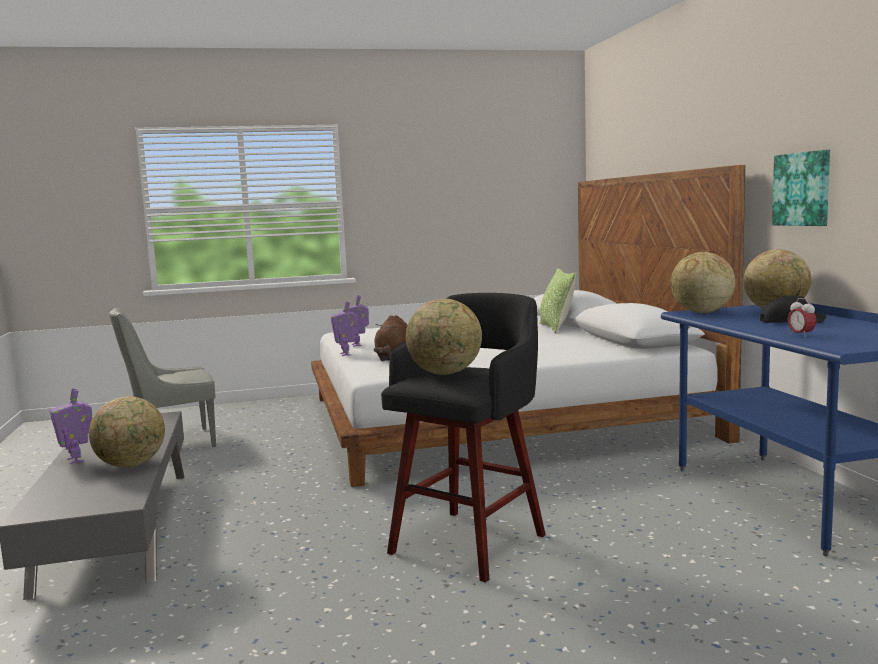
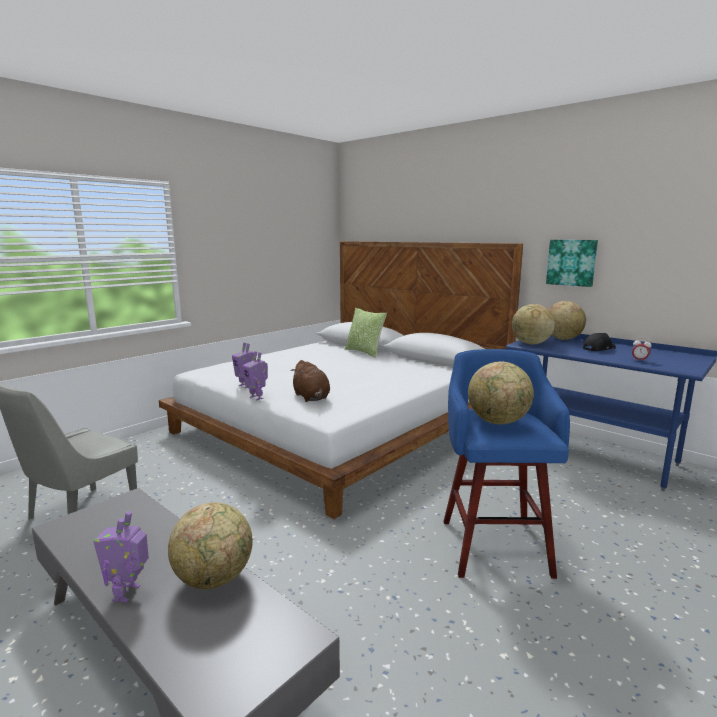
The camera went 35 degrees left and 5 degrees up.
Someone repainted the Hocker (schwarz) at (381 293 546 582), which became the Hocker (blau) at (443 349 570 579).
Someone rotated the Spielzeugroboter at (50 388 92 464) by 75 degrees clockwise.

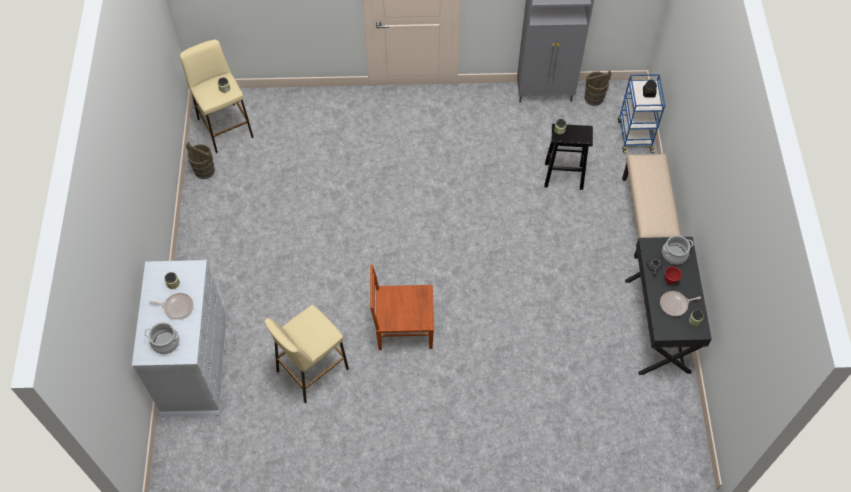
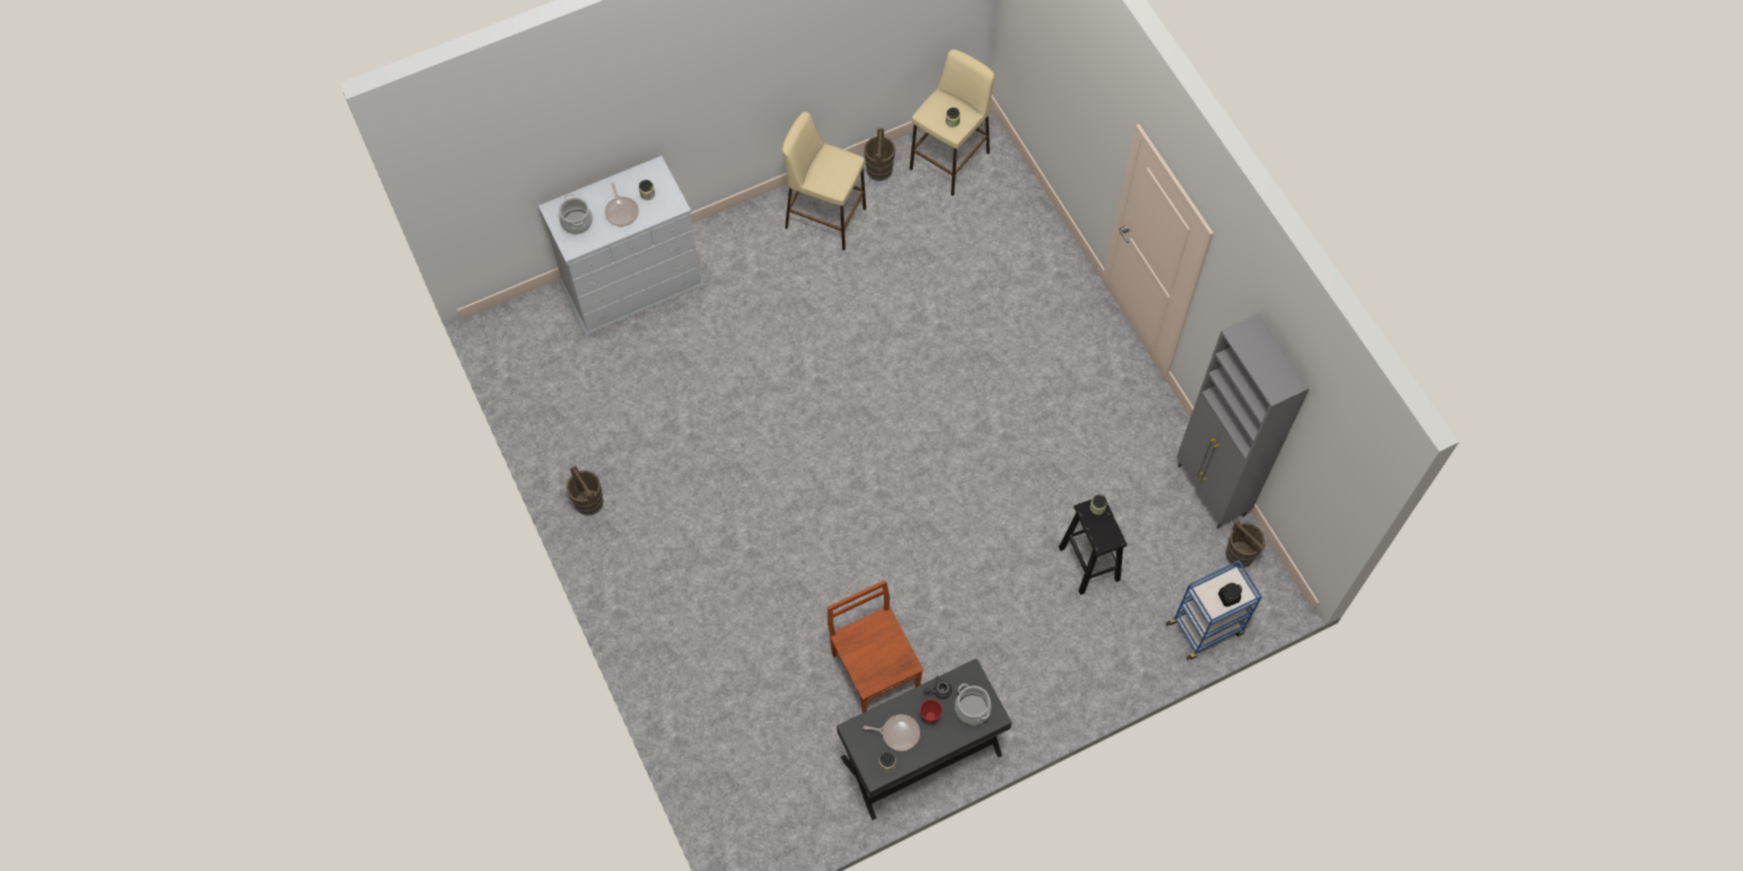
The camera went 65 degrees right and 5 degrees up.
Someone took away the Bank (beige) at (622 154 681 259).
Someone put down the Eimer (braun) at (566 465 603 516).
Someone carried the Hocker (beige) from (265 305 349 403) to (782 112 866 251).
Someone carried the Stuhl (braun) from (370 264 434 350) to (827 580 924 713).
Someone rotated the Pfanne at (660 291 701 316) by 135 degrees clockwise.

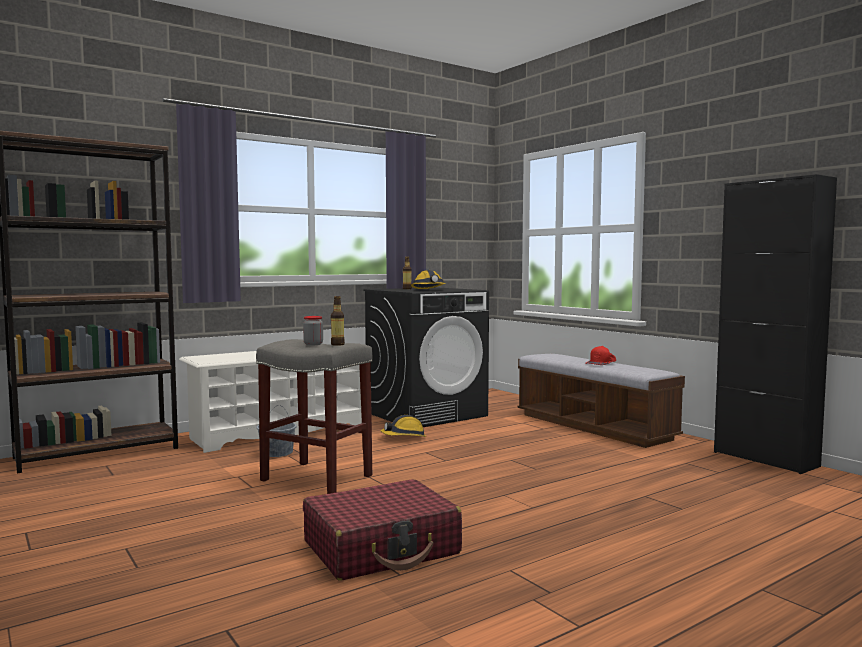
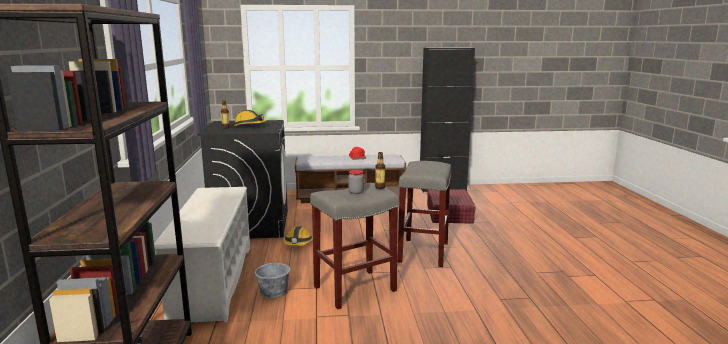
The camera went 60 degrees left and 10 degrees up.
Someone put down the Hocker (grau) at (397 161 452 267).
Someone carried the Koffer (rot) from (303 479 462 581) to (427 189 476 224).

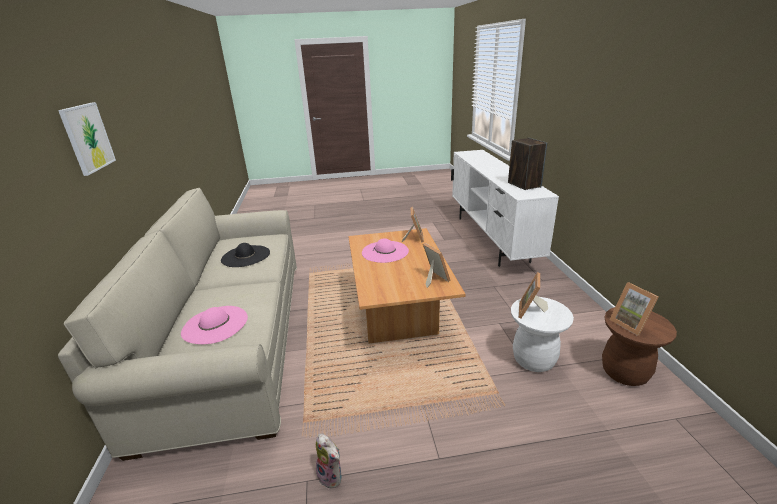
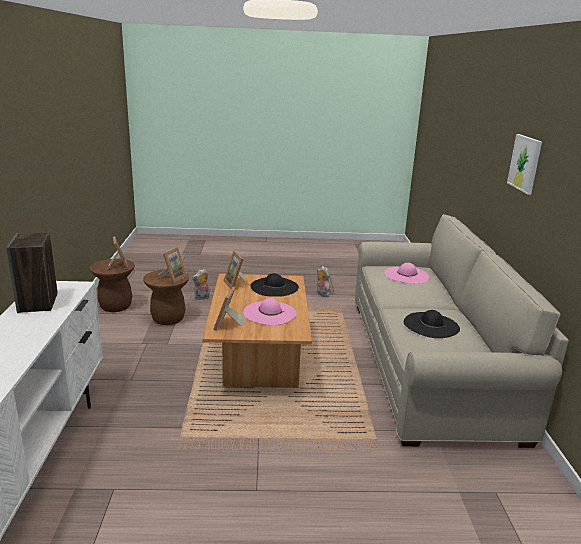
The camera went 175 degrees left and 5 degrees down.
Someone put down the Plüschtier at (192 269 210 300).
Someone put down the Hut (schwarz) at (251 273 299 297).
Someone repainted the Hocker (weiß) at (511 297 574 372), which became the Hocker (braun) at (143 269 189 325).

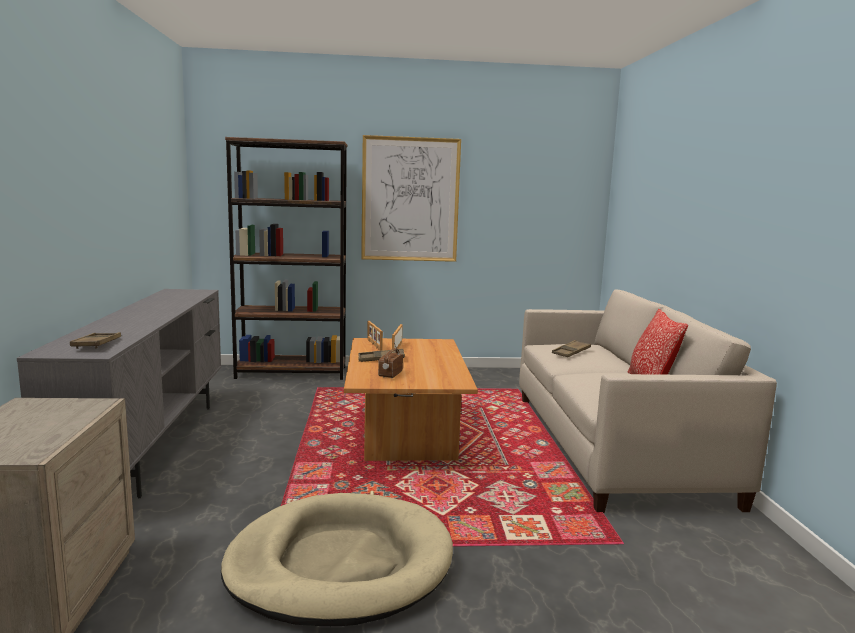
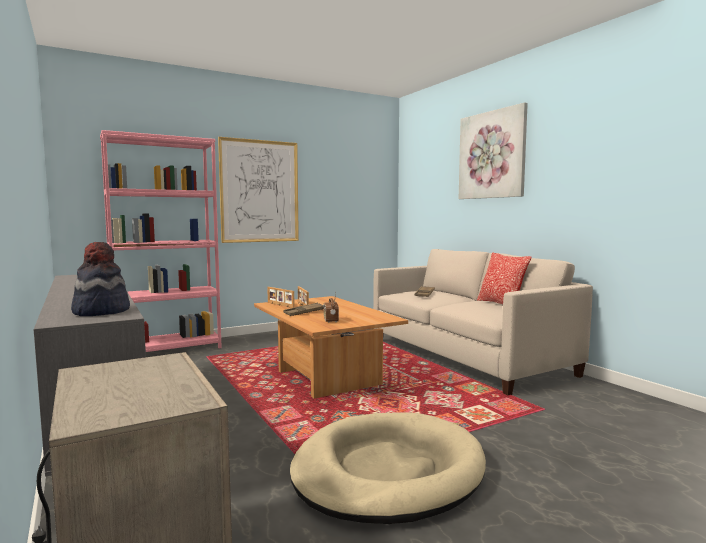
The camera went 25 degrees left and 5 degrees down.
Someone put up the Bild at (459 102 528 199).
Someone swapped the Tablett (braun) at (70 332 121 349) for the Hut at (71 242 130 316).
Someone repainted the Bücherregal (braun) at (225 137 347 380), which became the Bücherregal (rosa) at (100 130 222 352).

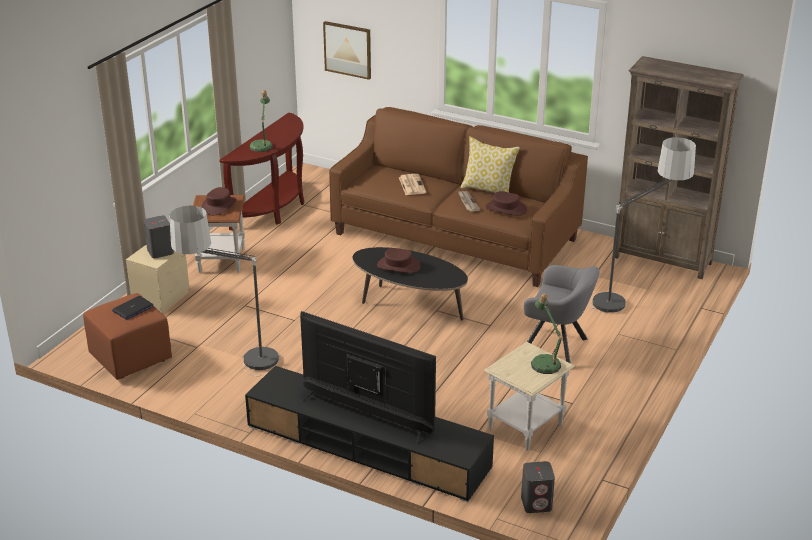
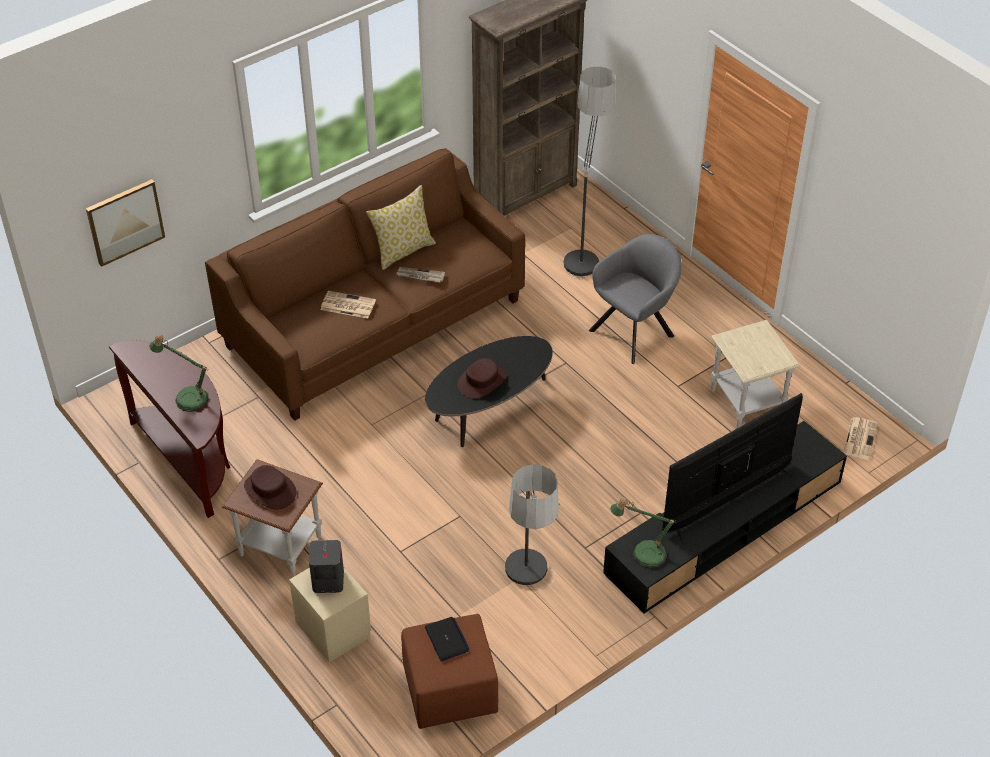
The camera went 65 degrees left and 15 degrees up.
Someone took away the Hut (braun) at (486 191 527 216).
Someone carried the Tischlampe from (531 293 562 374) to (610 497 677 568).
Someone swapped the Lautsprecher (grau) at (521 461 555 513) for the Zeitung at (843 417 878 460).

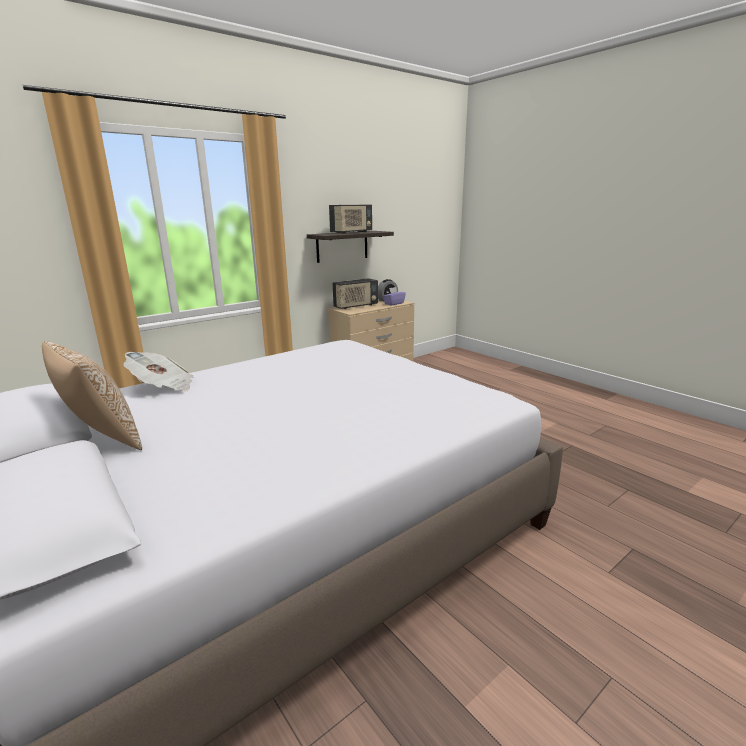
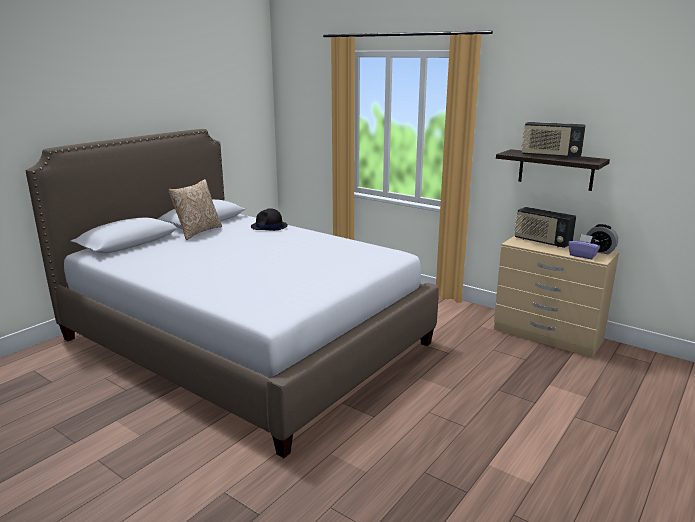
The camera went 75 degrees right and 0 degrees up.
Someone swapped the Zeitung at (123 352 193 391) for the Hut (schwarz) at (251 208 288 231).

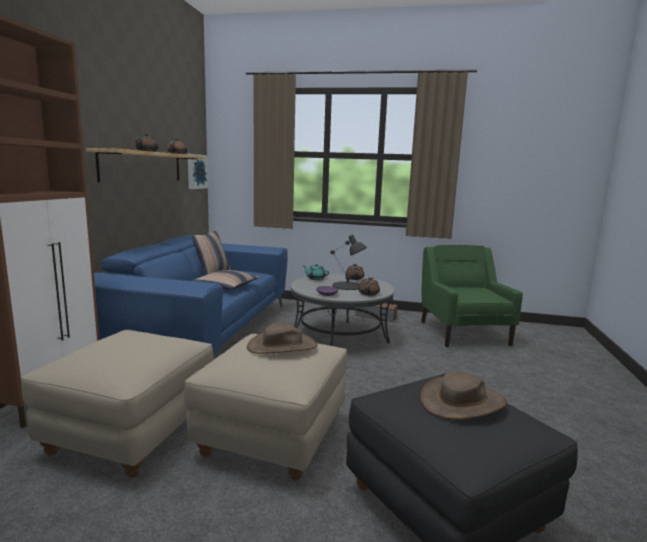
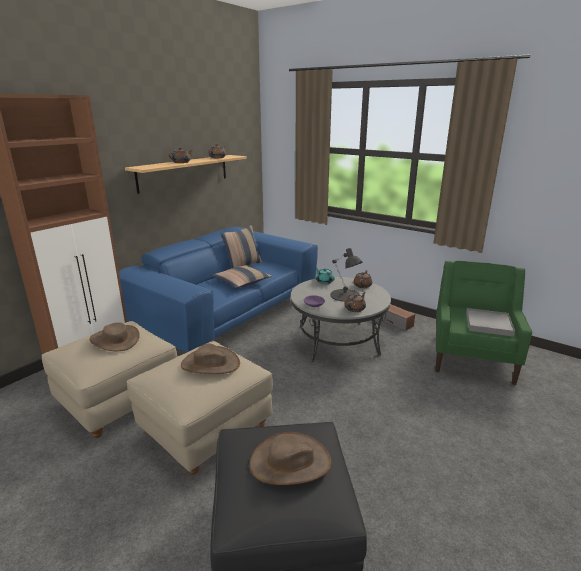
The camera went 25 degrees right and 10 degrees up.
Someone took away the Bild at (188 154 208 189).
Someone put down the Hut (braun) at (90 322 140 351).
Someone put down the Tablett (grau) at (466 308 515 337).

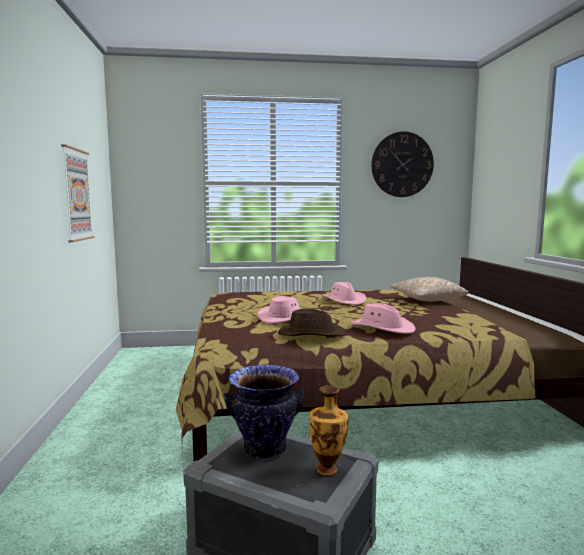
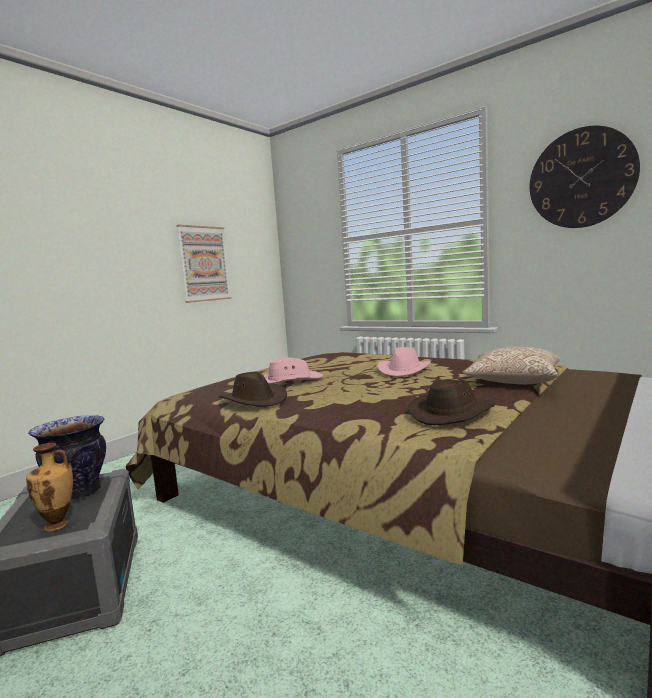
The camera went 45 degrees right and 0 degrees up.
Someone took away the Hut (rosa) at (351 303 416 333).
Someone put down the Hut (braun) at (408 379 495 425).

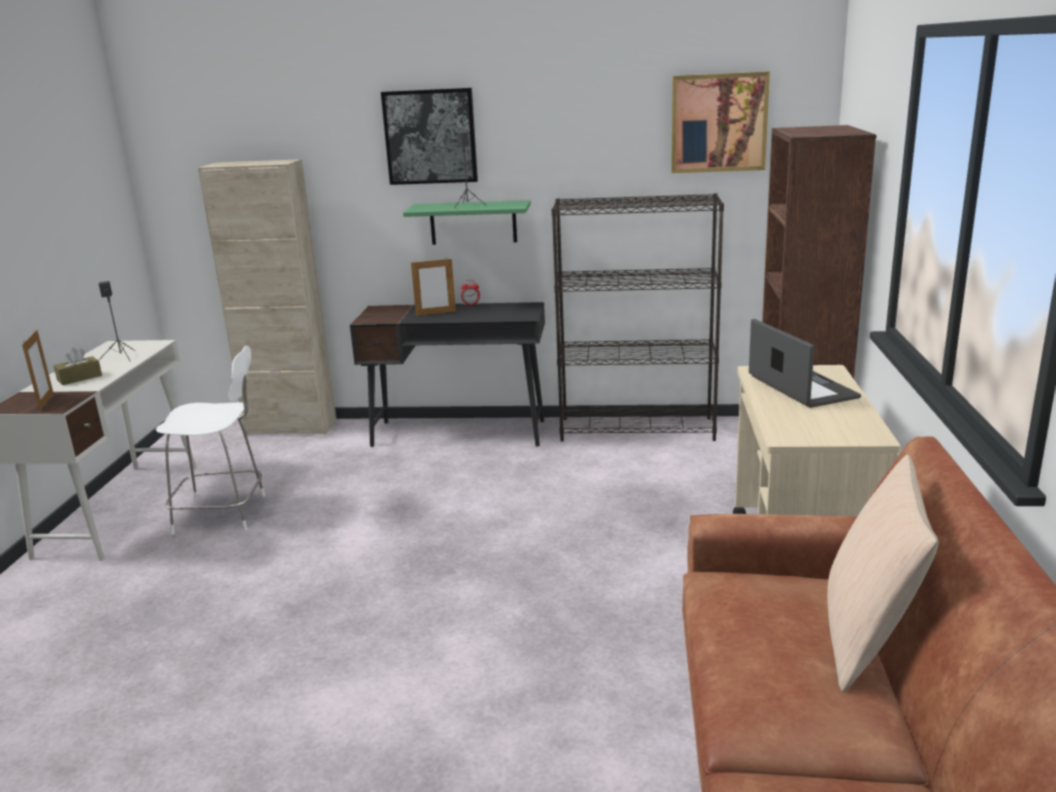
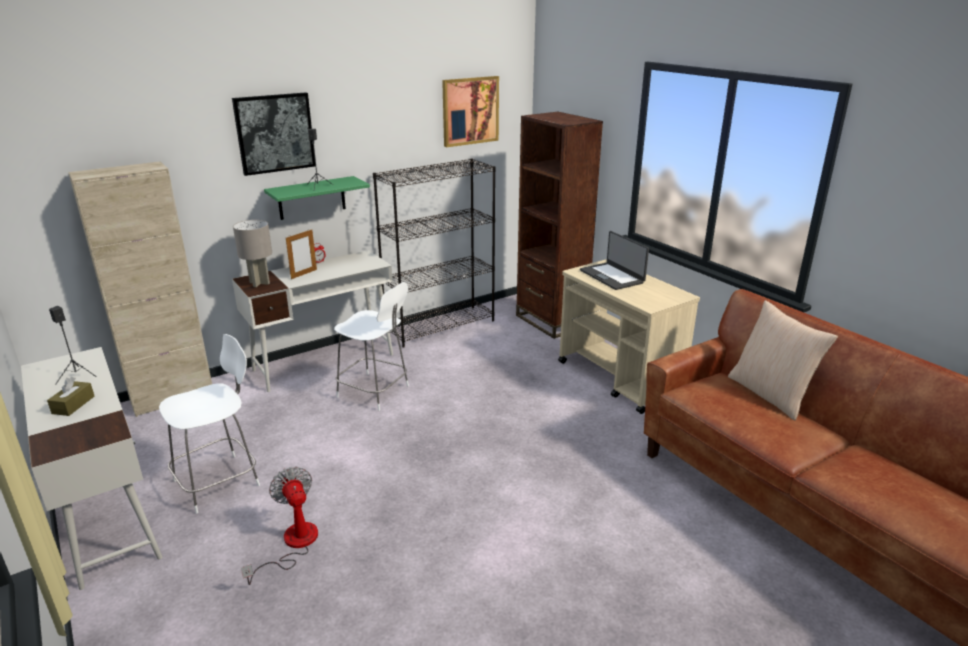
The camera went 40 degrees left and 5 degrees up.
Someone took away the Bilderrahmen at (22 330 53 411).
Someone put down the Tischlampe (grau) at (233 220 272 287).
Someone put down the Ventilator at (241 467 318 585).
Someone put down the Stuhl (weiß) at (334 282 409 411).
Someone repainted the Schreibtisch (schwarz) at (350 302 545 447), which became the Schreibtisch (weiß) at (232 250 393 392).
Someone rotated the Laptop at (749 319 861 408) by 150 degrees counterclockwise.

